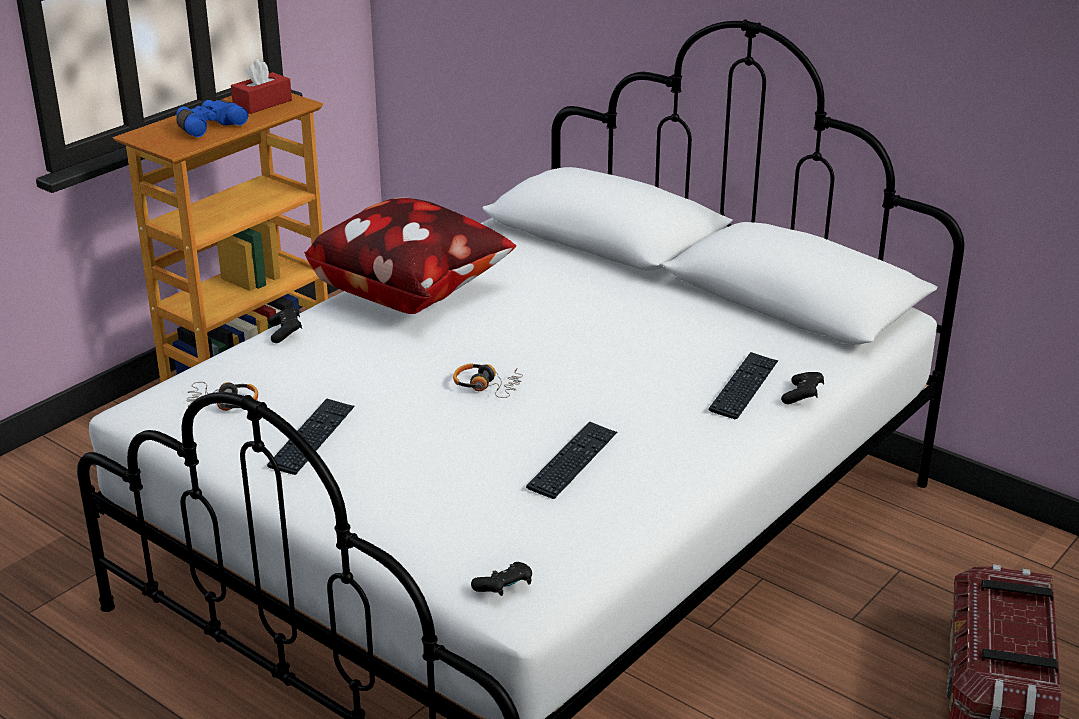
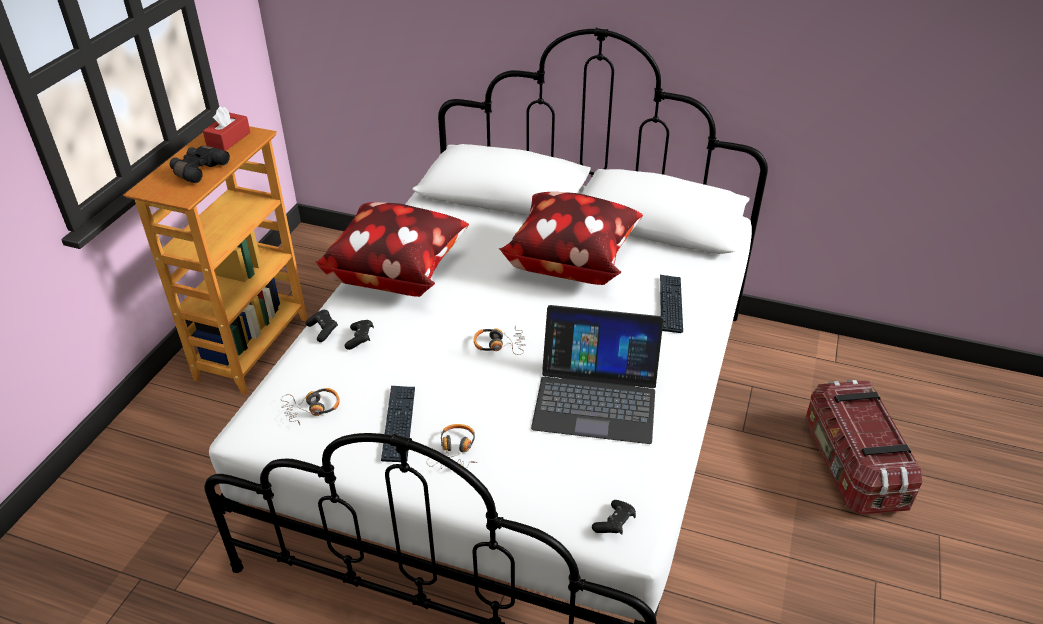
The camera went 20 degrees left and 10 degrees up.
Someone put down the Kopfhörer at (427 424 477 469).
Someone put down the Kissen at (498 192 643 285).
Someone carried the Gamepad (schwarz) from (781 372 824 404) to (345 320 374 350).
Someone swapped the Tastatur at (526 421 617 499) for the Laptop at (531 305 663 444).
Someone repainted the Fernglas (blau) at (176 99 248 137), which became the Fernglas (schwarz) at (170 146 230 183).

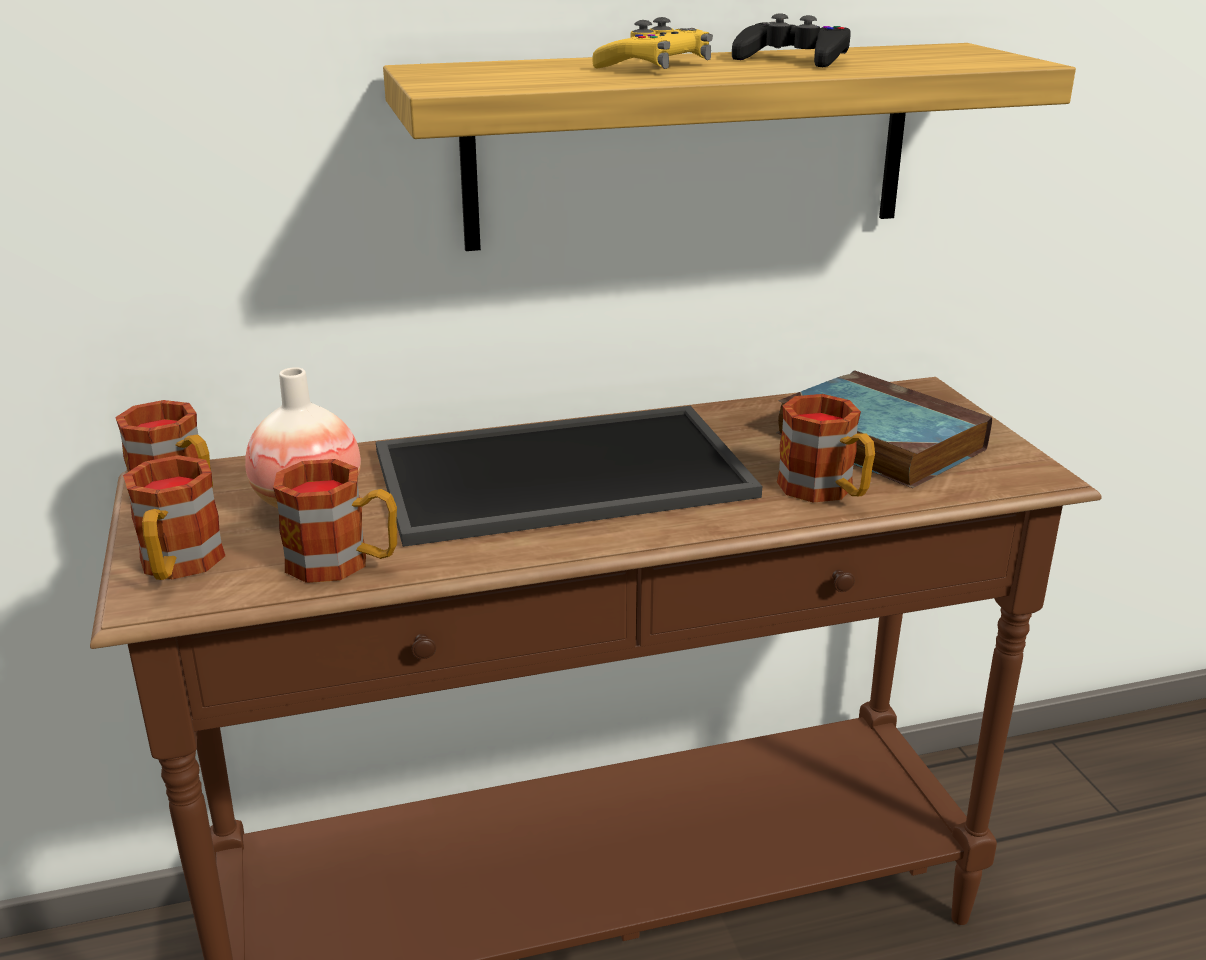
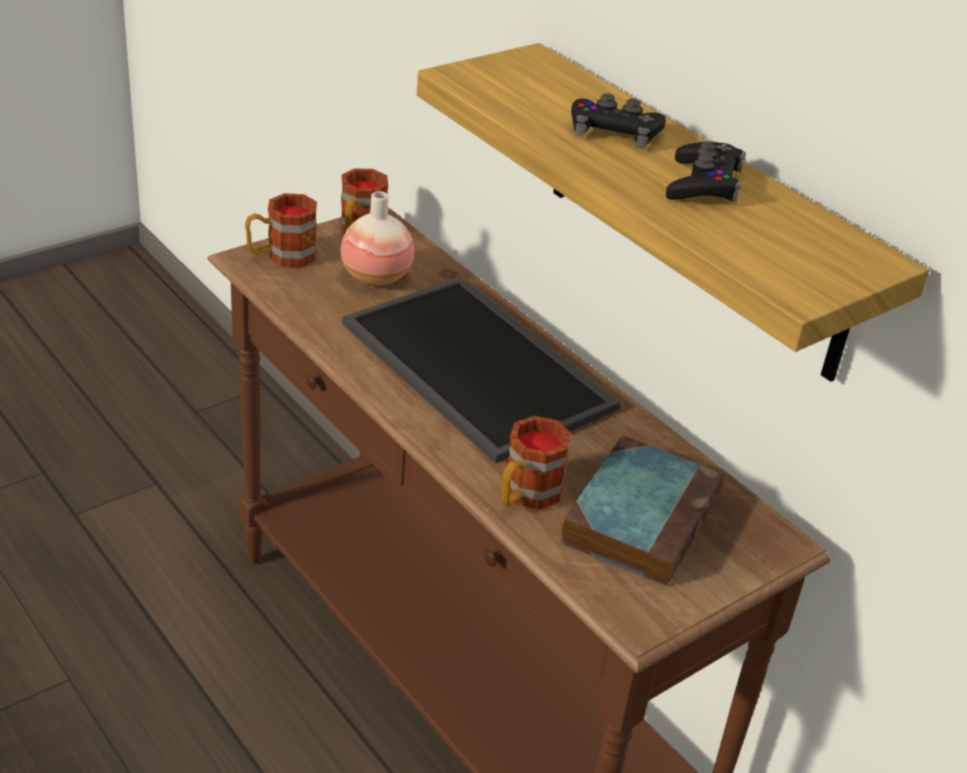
The camera went 65 degrees right and 10 degrees up.
Someone took away the Henkelbecher at (273 459 397 583).
Someone repainted the Gamepad (gelb) at (593 17 713 69), which became the Gamepad (schwarz) at (571 93 666 148).

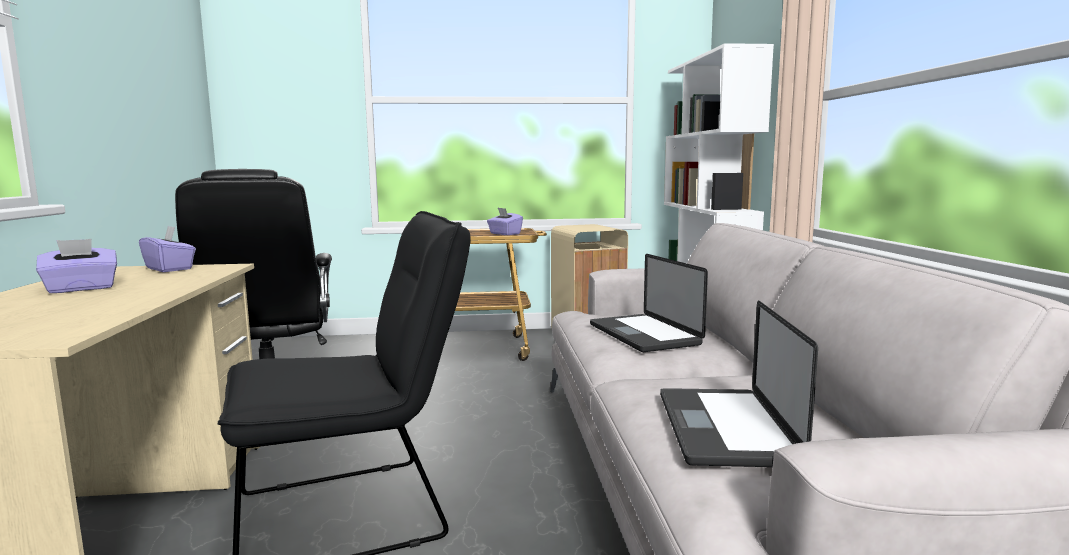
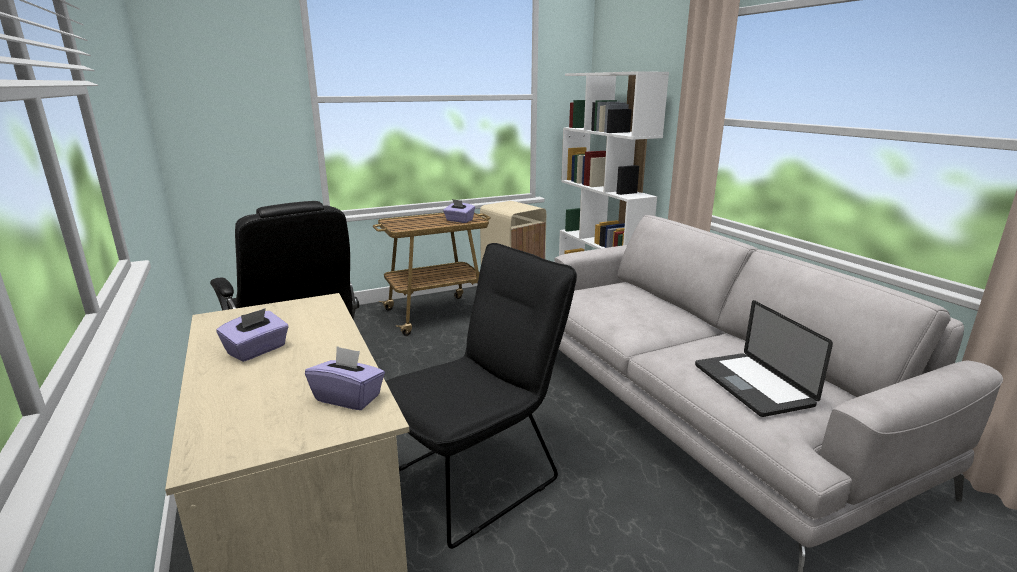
The camera went 20 degrees left and 10 degrees up.
Someone took away the Laptop at (590 254 708 352).
Someone carried the Taschentuchbox (lila) from (139 226 196 272) to (305 346 385 410).

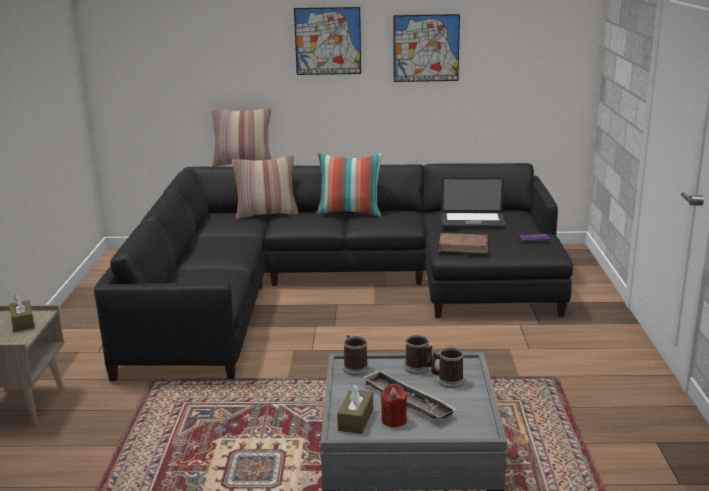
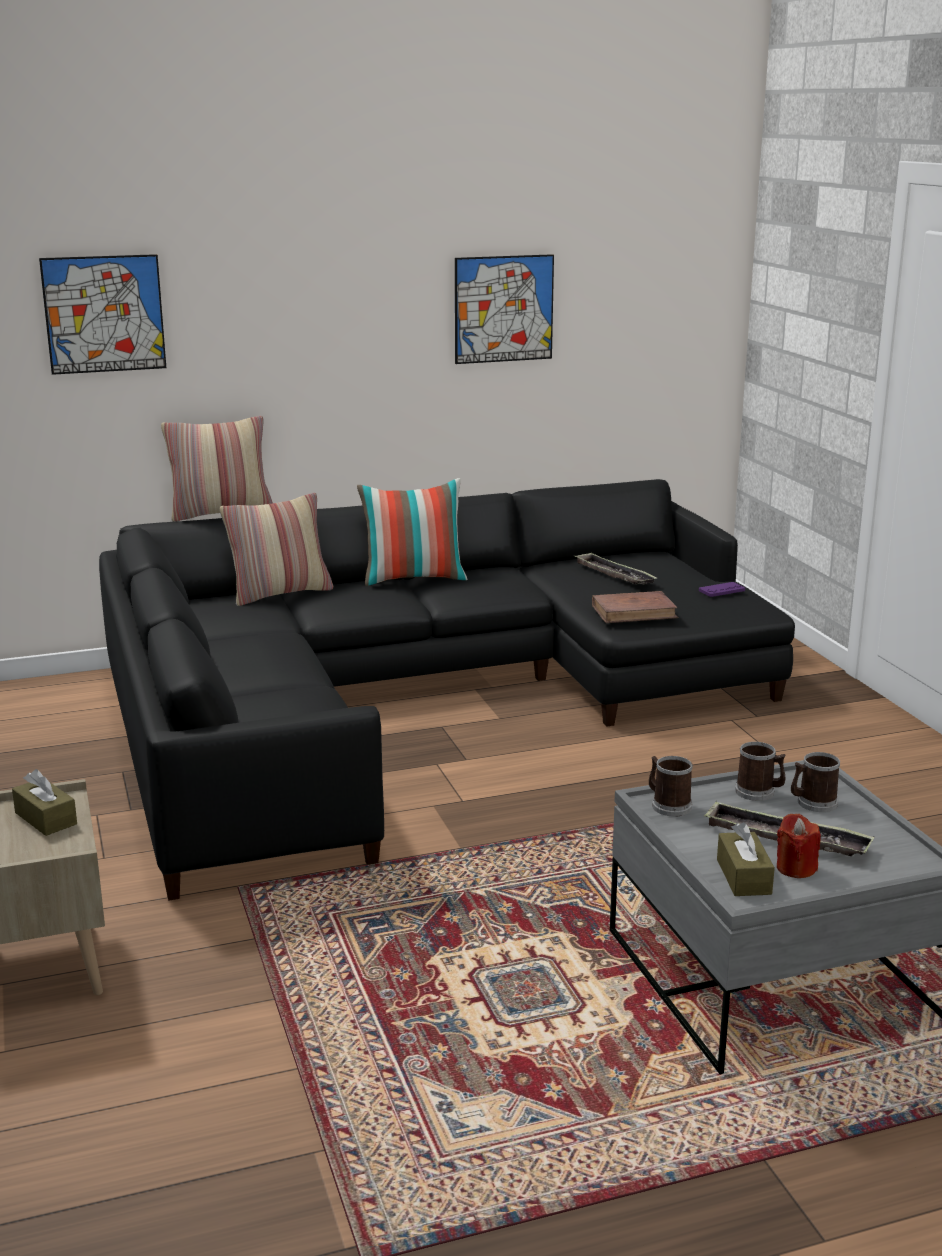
The camera went 20 degrees left and 0 degrees up.
Someone carried the Bild from (294 7 361 75) to (39 254 166 375).
Someone swapped the Laptop at (441 177 506 228) for the Tablett at (574 552 657 584).

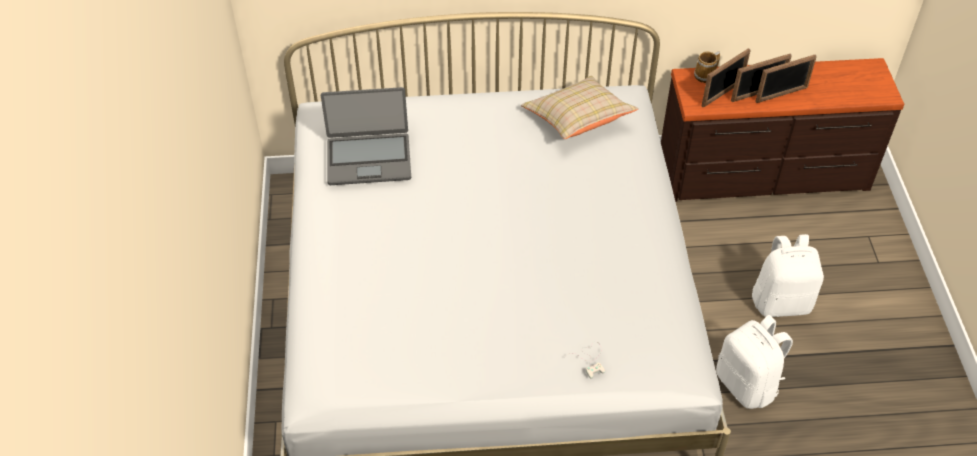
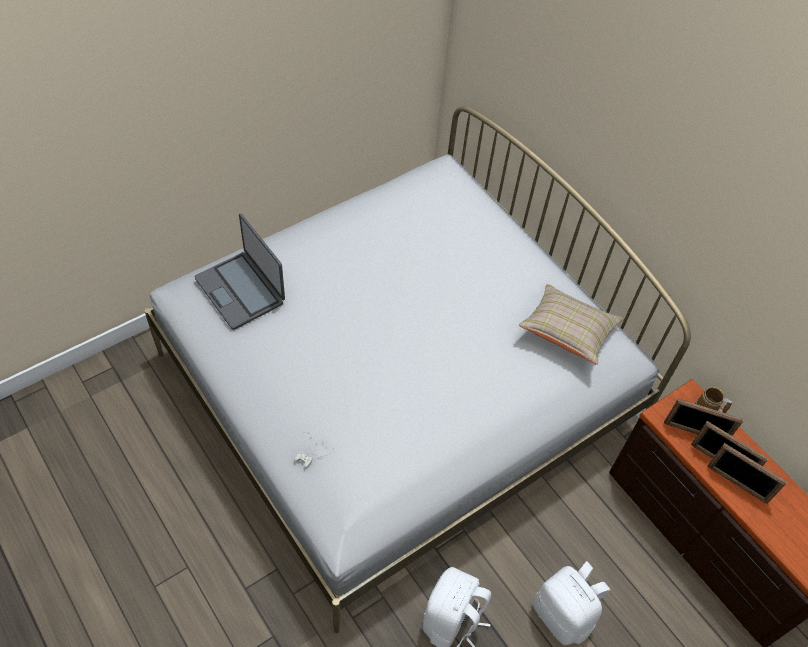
The camera went 55 degrees right and 5 degrees up.
Someone carried the Laptop from (321 87 411 185) to (195 214 285 330).

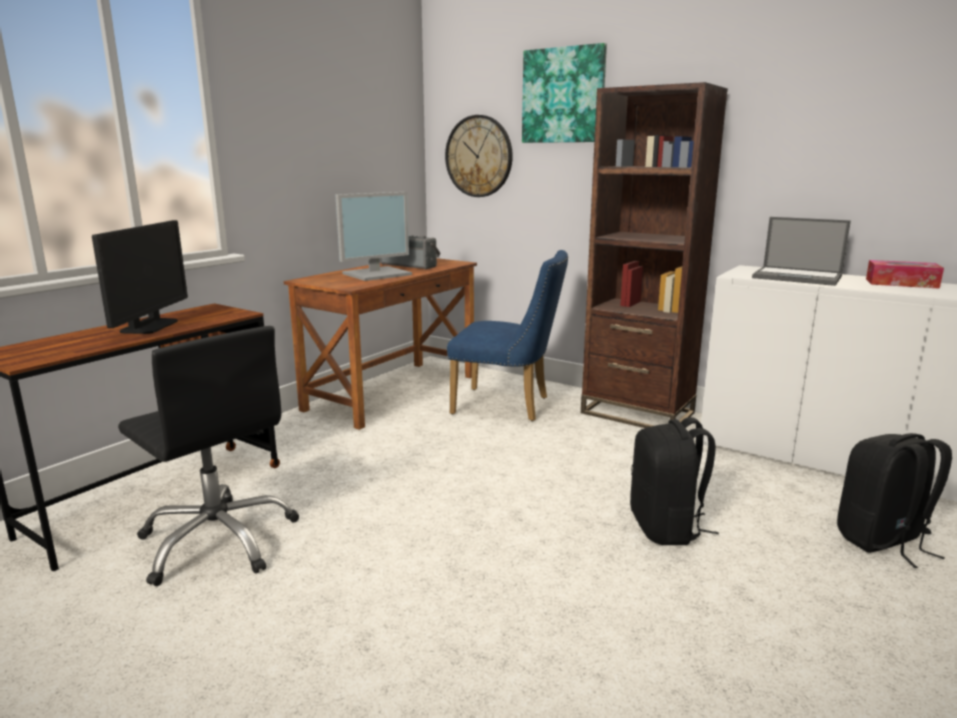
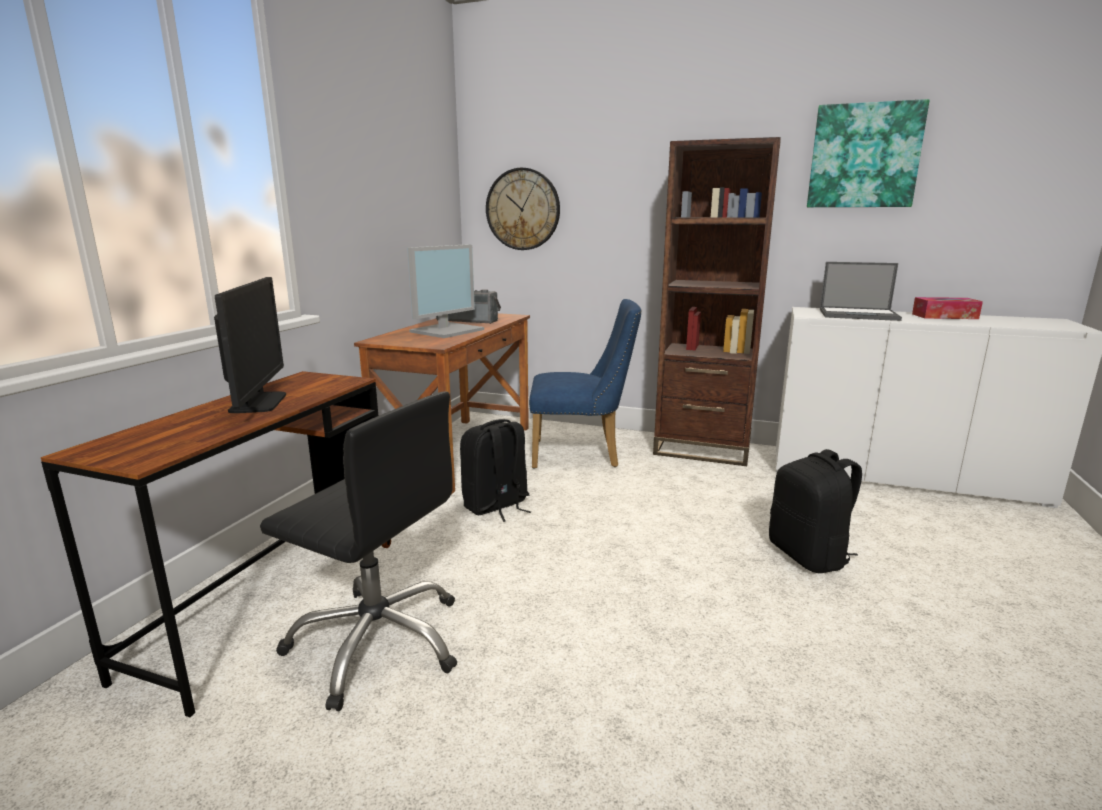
The camera went 15 degrees left and 0 degrees up.
Someone carried the Bild from (522 43 607 143) to (807 99 930 207).
Someone carried the Rucksack (schwarz) from (837 433 952 568) to (460 419 531 522).

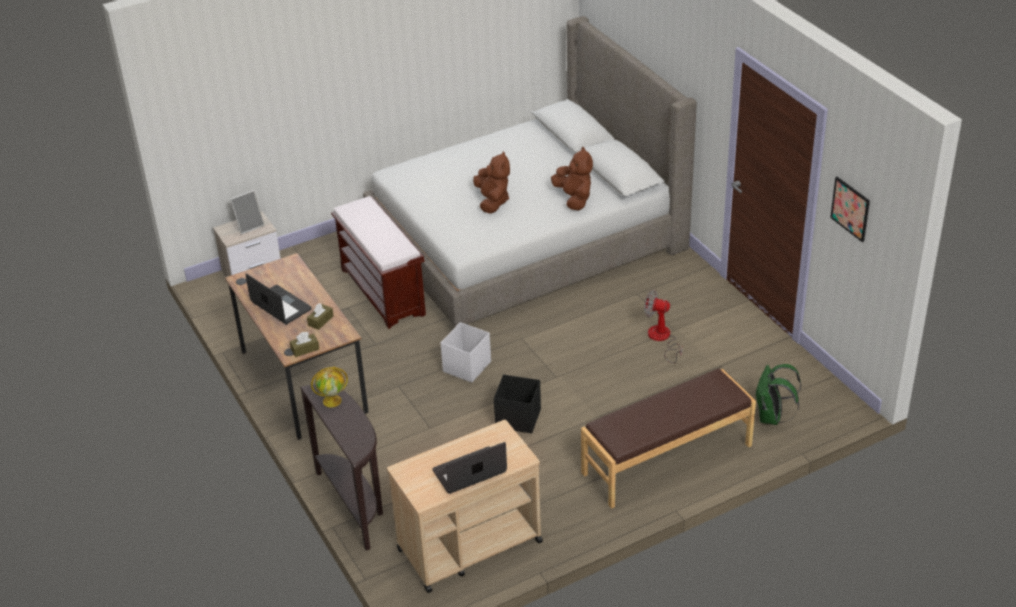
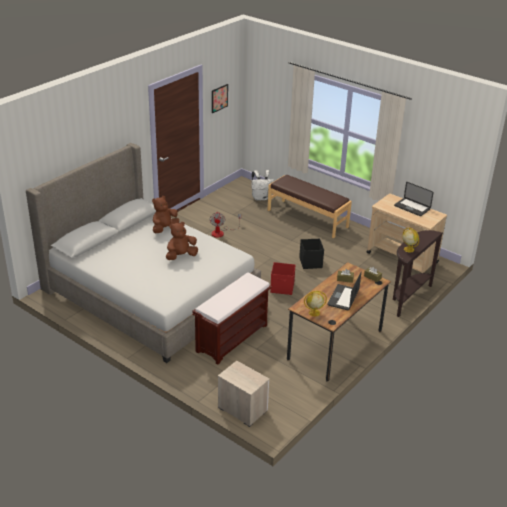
The camera went 115 degrees left and 5 degrees down.
Someone took away the Bilderrahmen at (230 190 265 234).
Someone put down the Globus at (304 291 327 317).
Someone repainted the Aufbewahrungsbox (weiß) at (441 322 491 383), which became the Aufbewahrungsbox (rot) at (270 262 295 295).
Someone repainted the Rucksack (grün) at (755 364 801 425), which became the Rucksack (weiß) at (252 170 274 201).

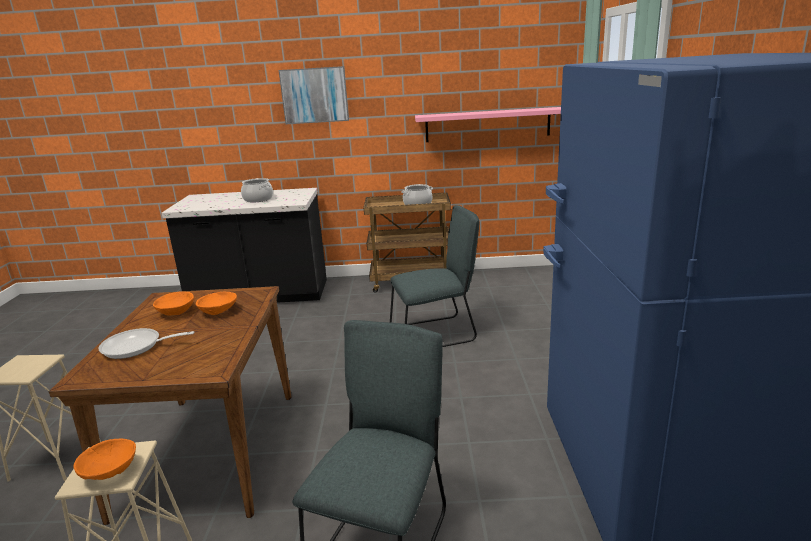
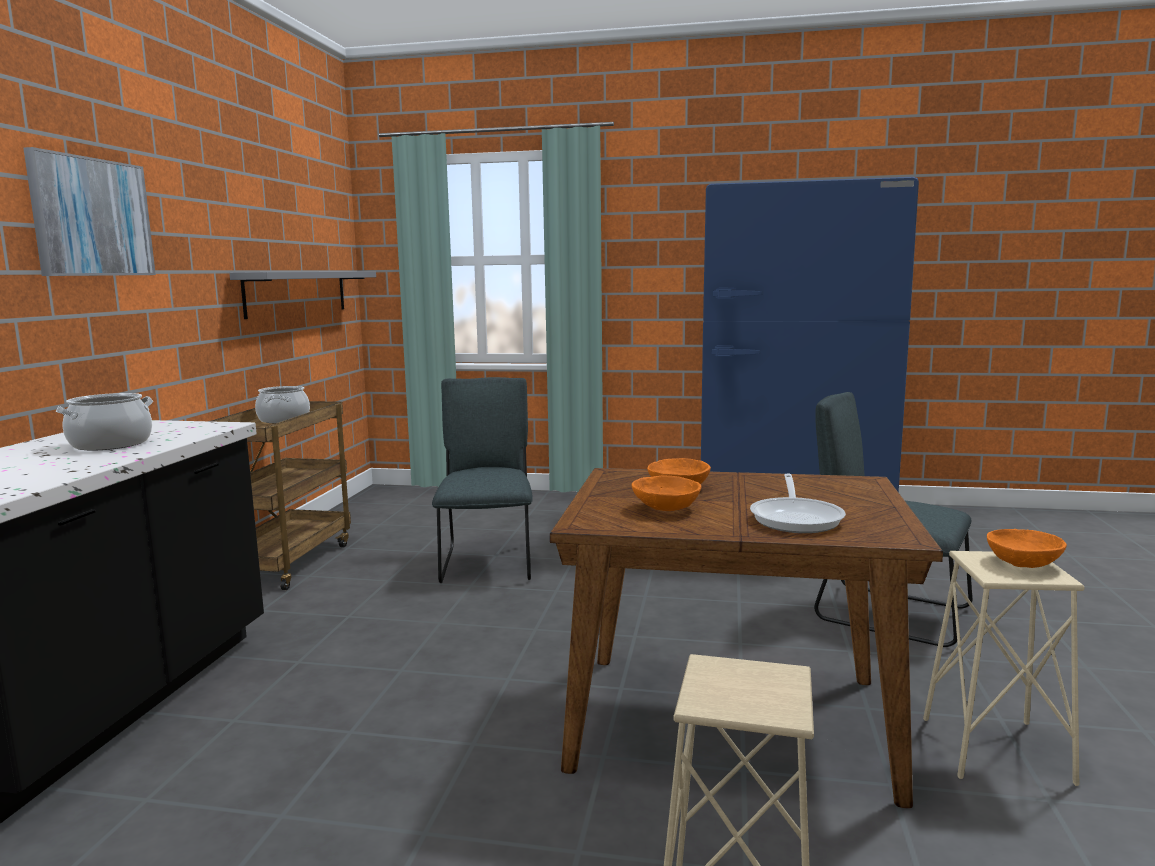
The camera went 80 degrees left and 10 degrees down.
Someone repainted the Wandregal (rosa) at (415 107 561 142), which became the Wandregal (grau) at (229 271 376 319).

